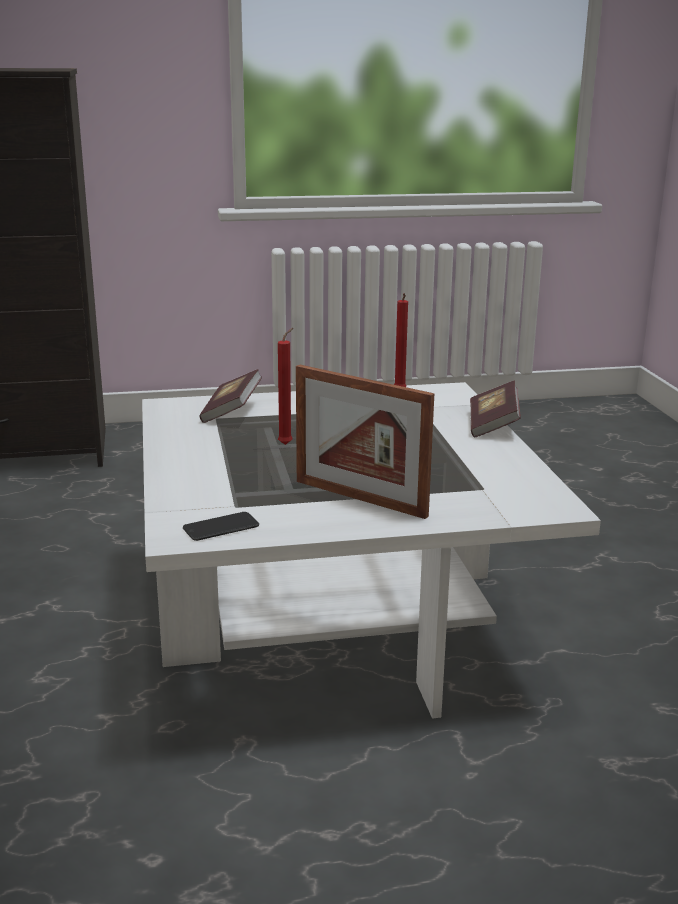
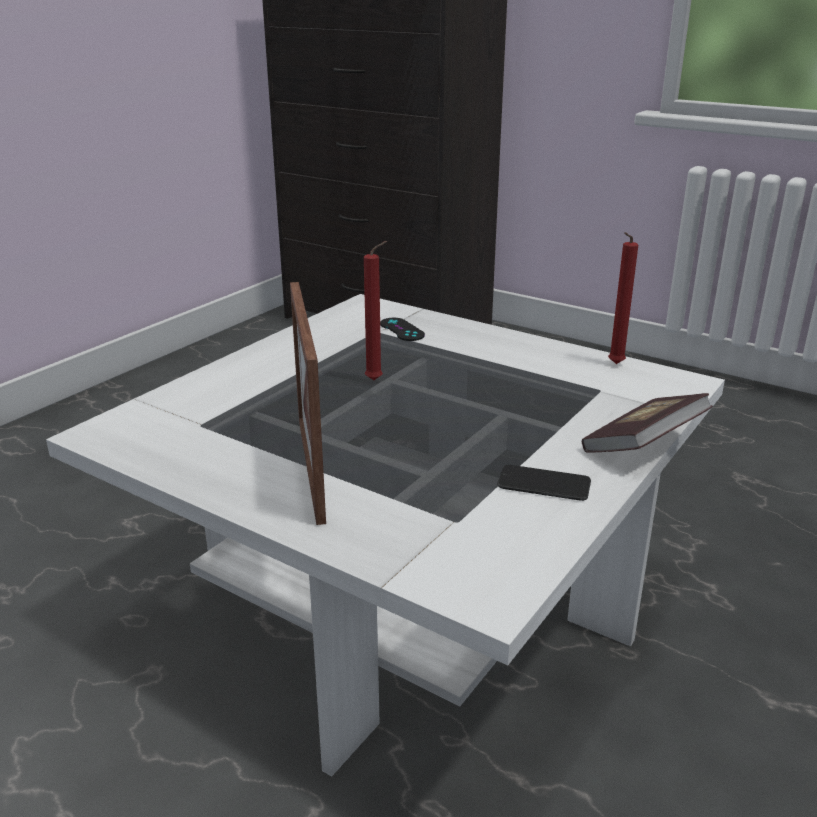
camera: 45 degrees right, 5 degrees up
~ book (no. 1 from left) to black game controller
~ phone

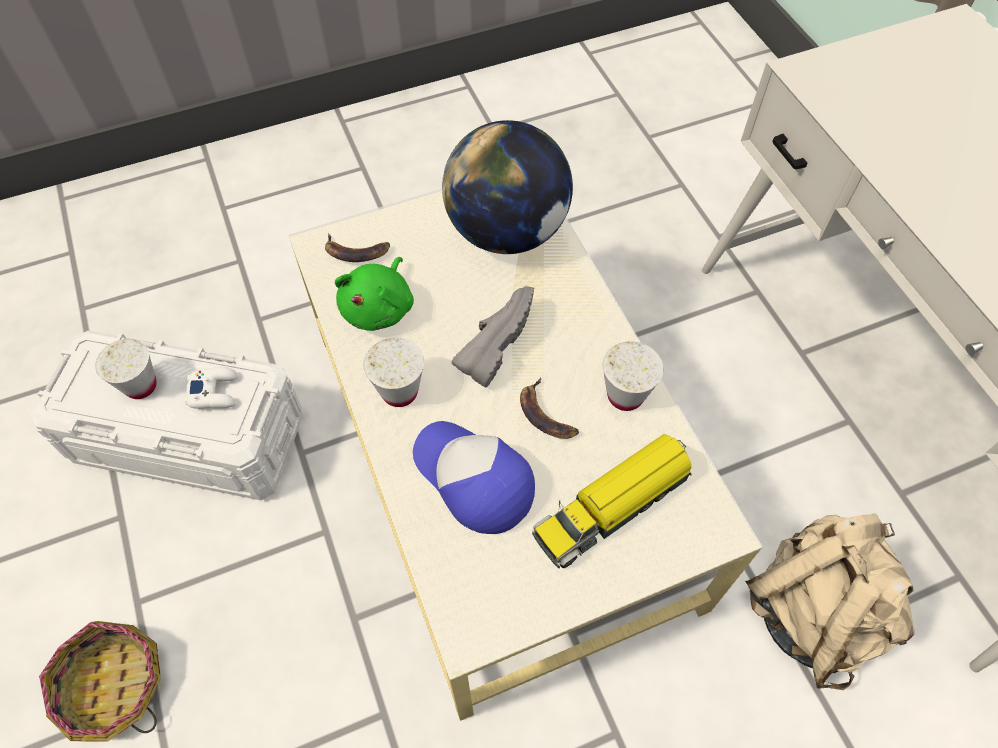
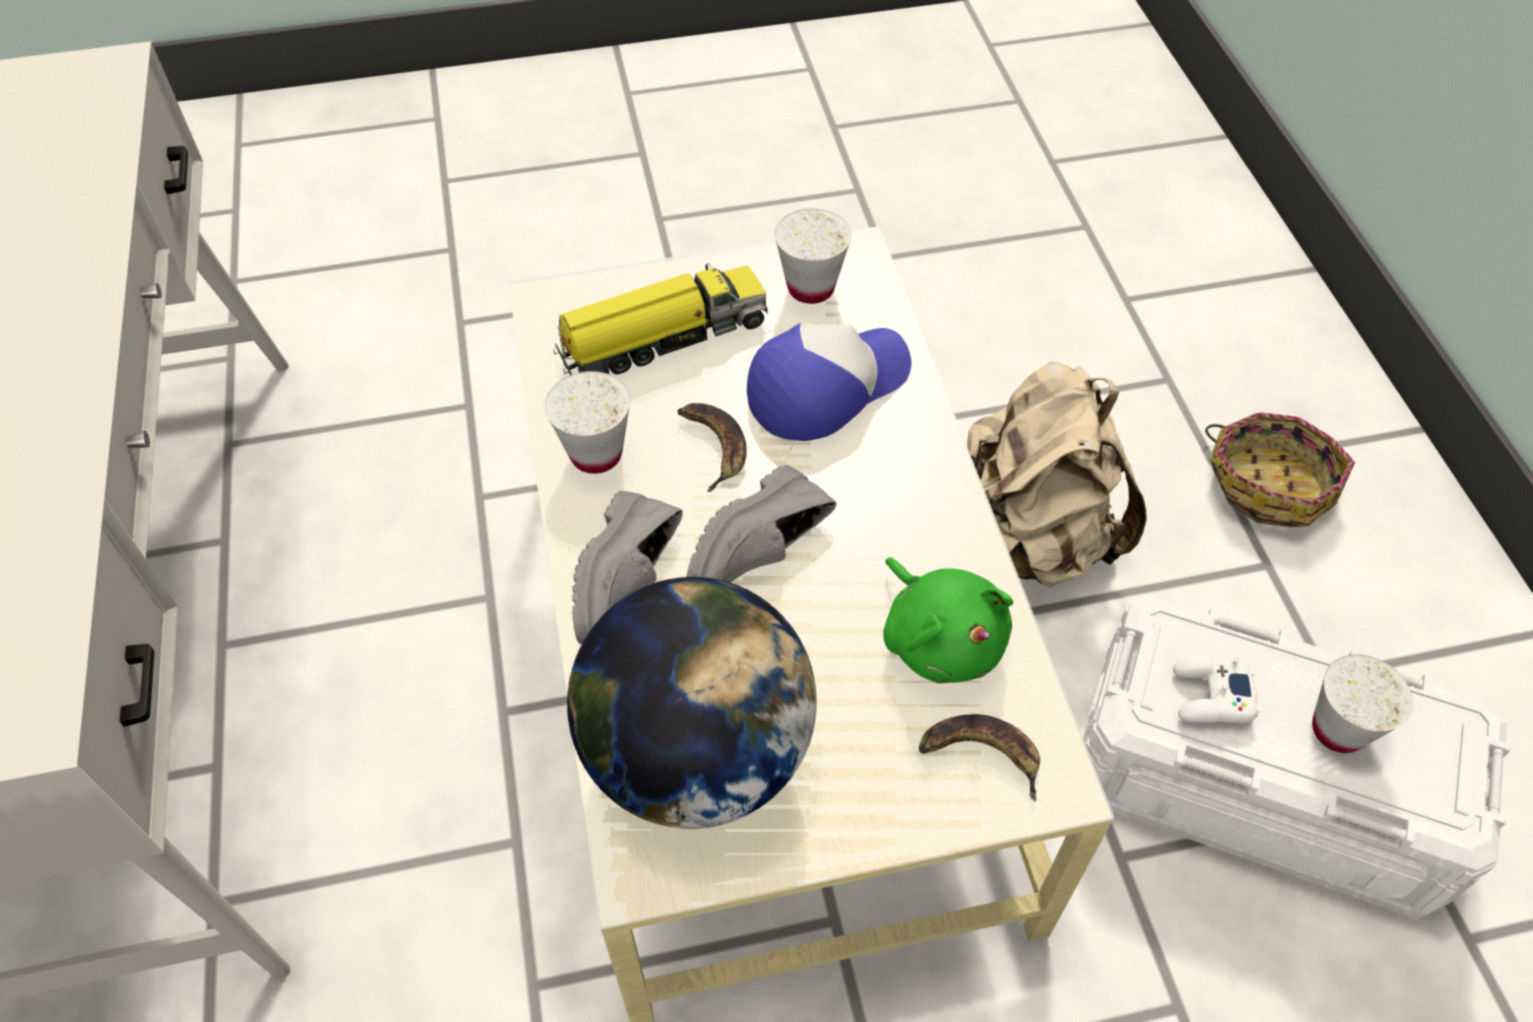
camera: 170 degrees left, 5 degrees down
~ green plush toy 120 degrees clockwise
~ white cup (no. 2 from left)
~ cap 90 degrees counterclockwise
~ beige backpack
+ grey shoe (no. 1 from left)

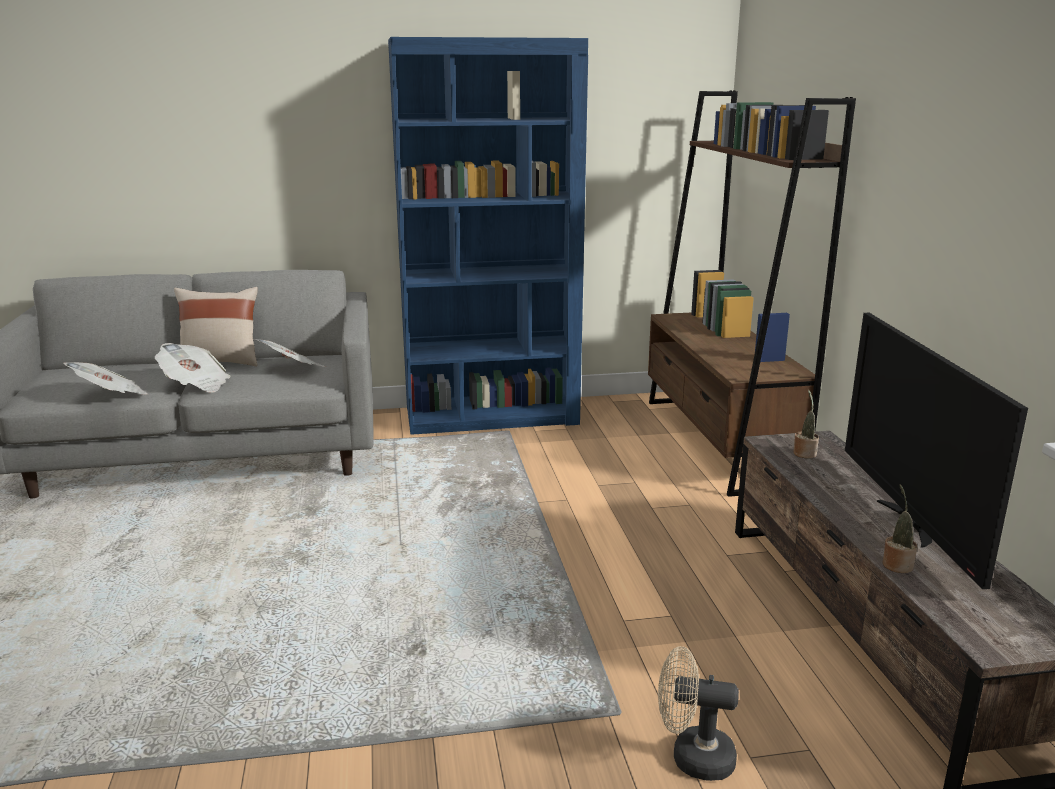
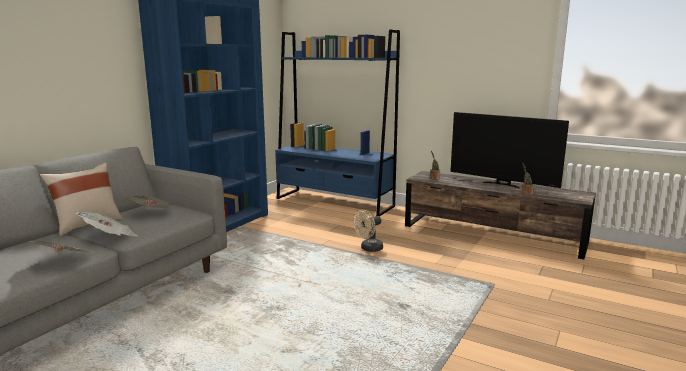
camera: 50 degrees left, 5 degrees down
~ brown bookcase to blue bookcase (no. 2 from left)
~ beige fan

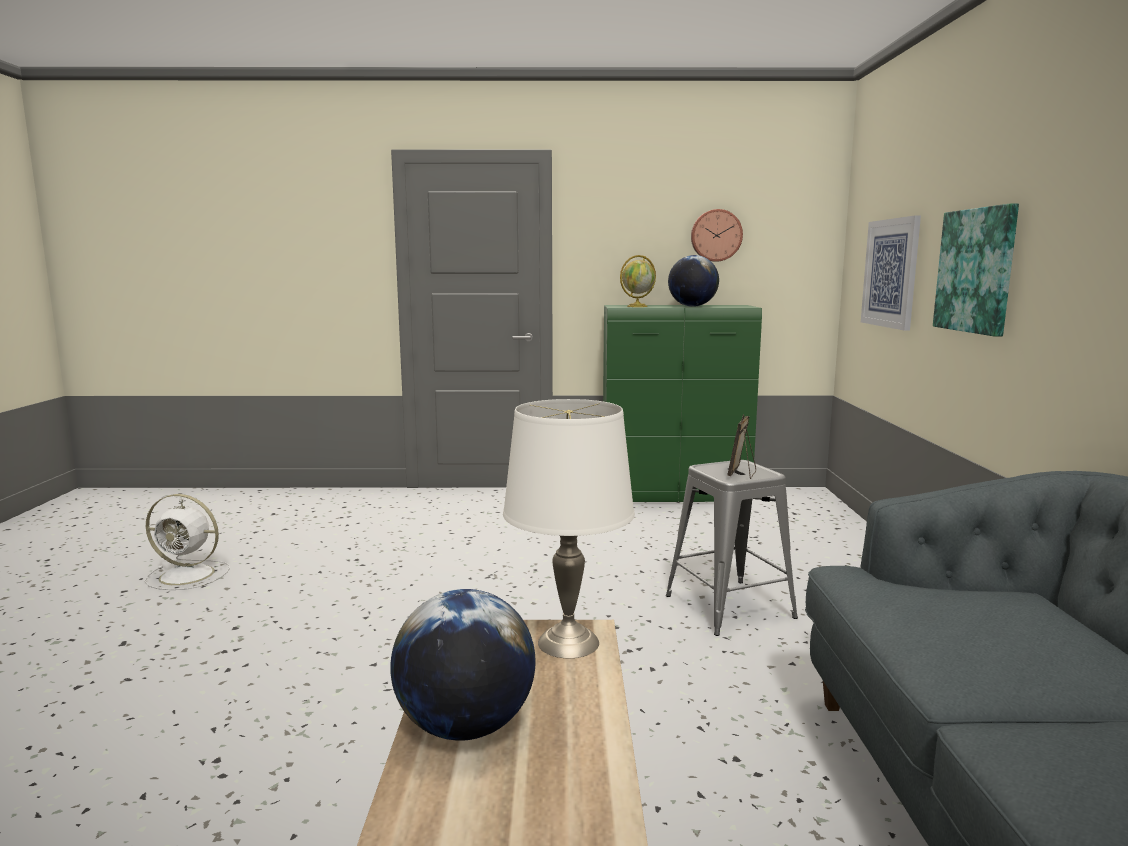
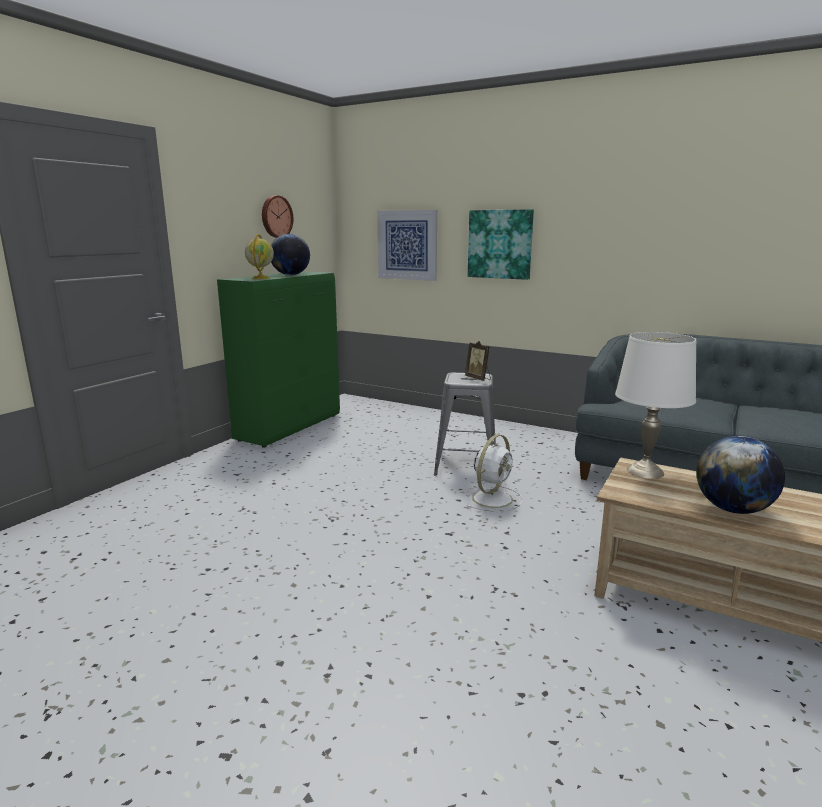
camera: 60 degrees left, 5 degrees up
~ white fan

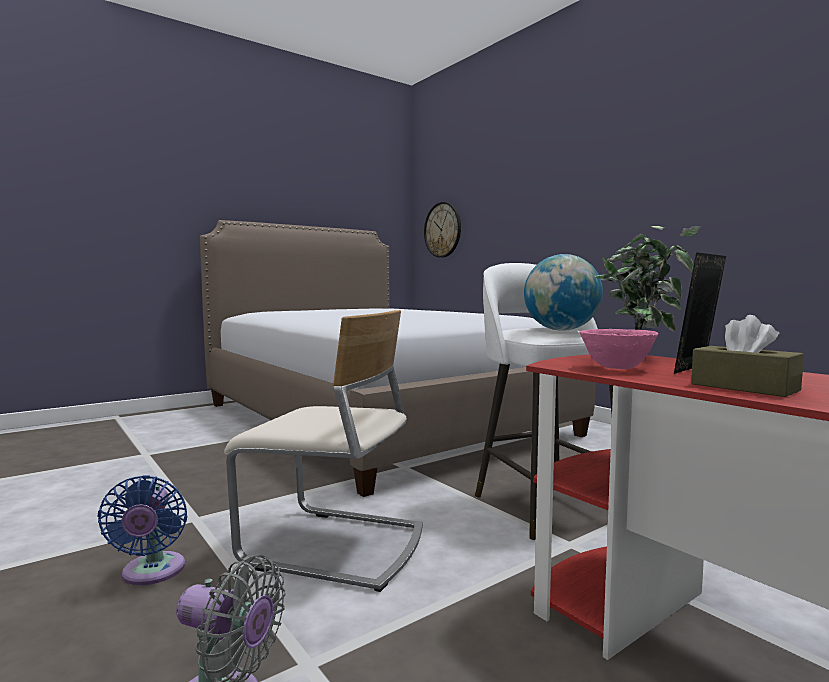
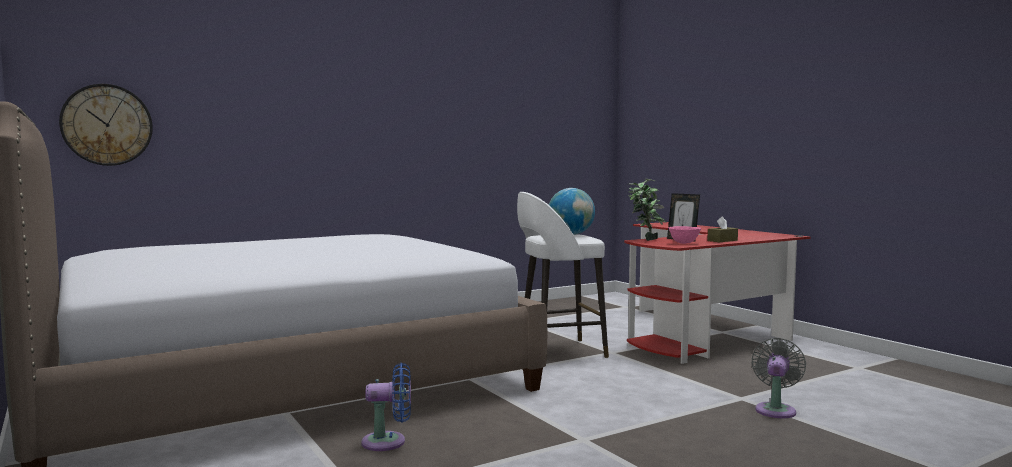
camera: 85 degrees left, 0 degrees up
- beige chair
~ blue fan

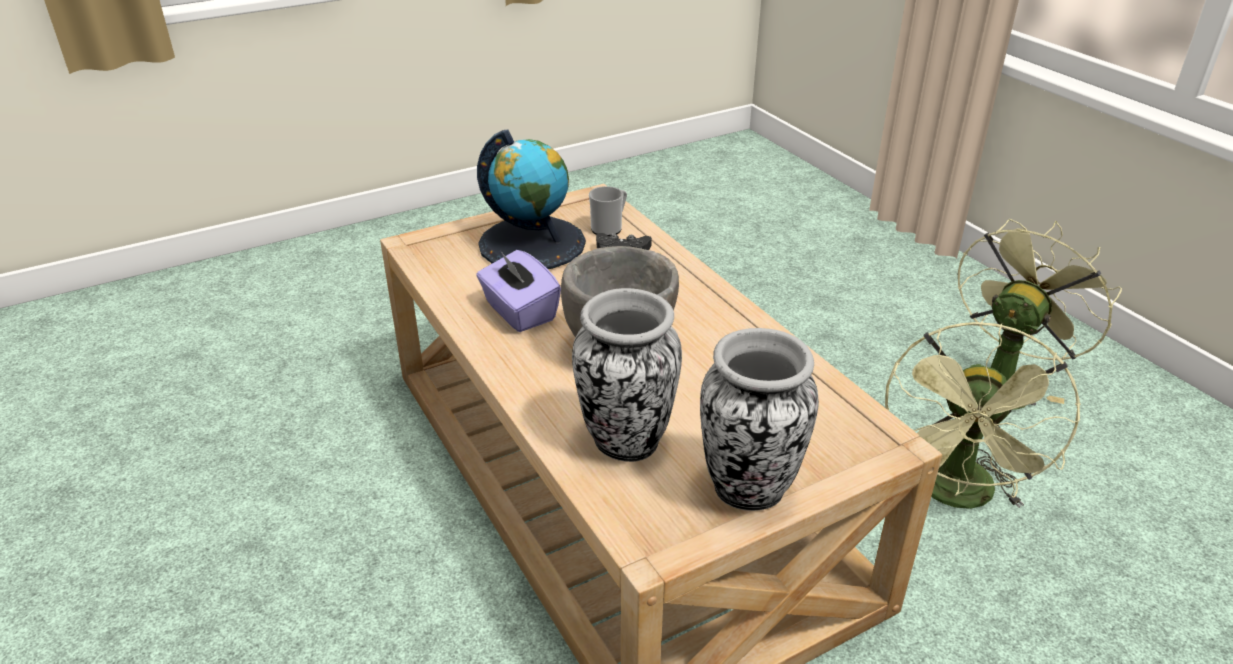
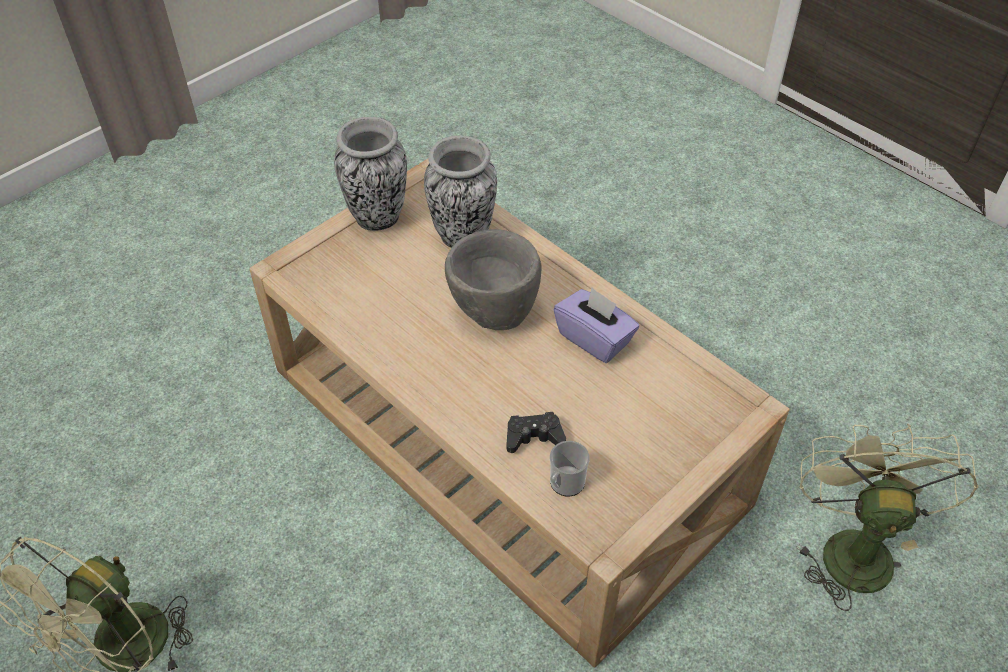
camera: 165 degrees right, 15 degrees up
- globe
~ green fan (no. 1 from left in the first image) to green fan (no. 2 from left)

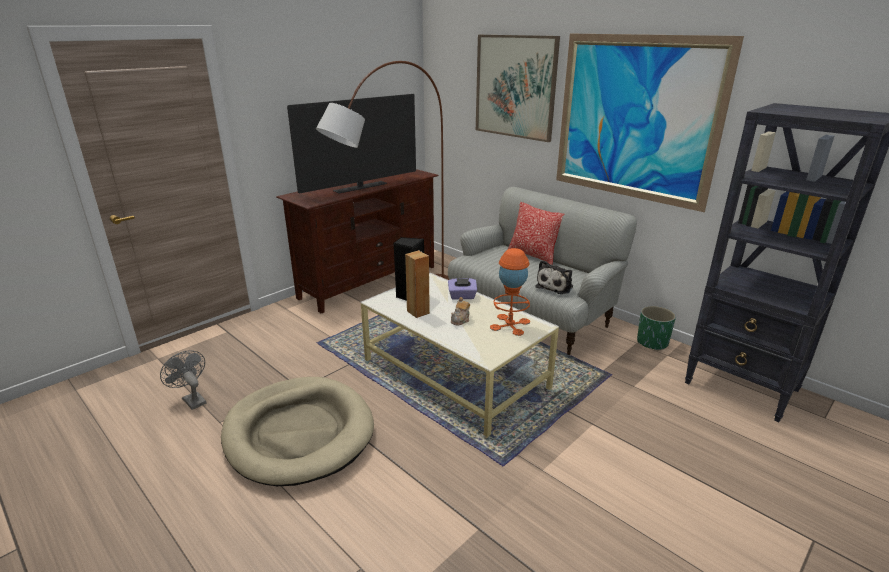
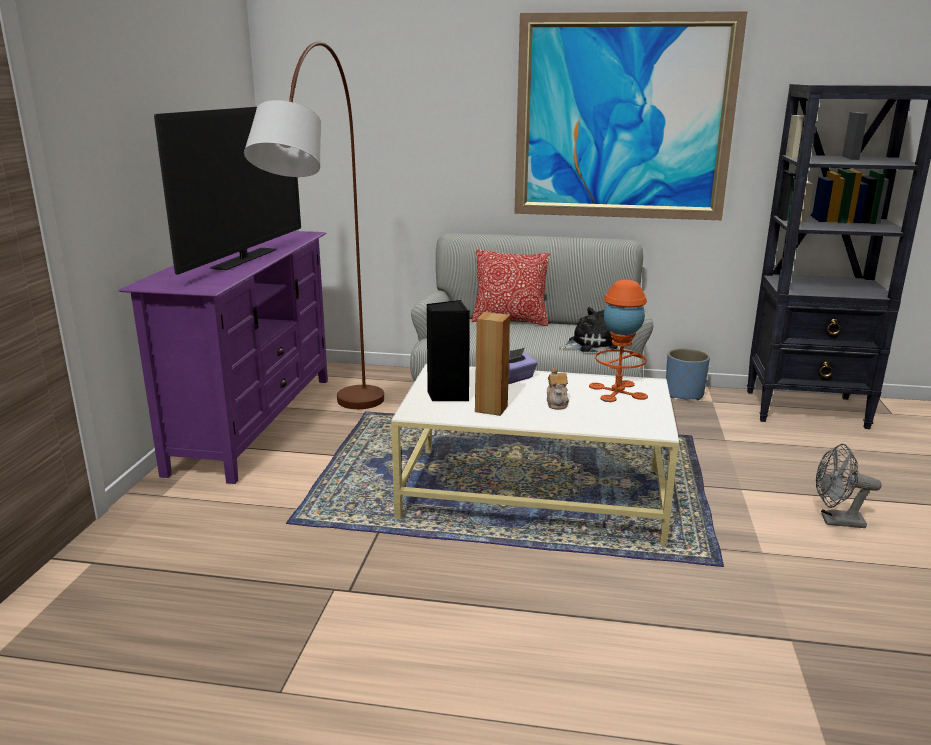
camera: 35 degrees left, 5 degrees down
- picture (no. 1 from left)
~ brown tv stand to purple tv stand
~ plush toy 105 degrees counterclockwise
~ green planter to blue planter
~ grey fan
- beige dog bed

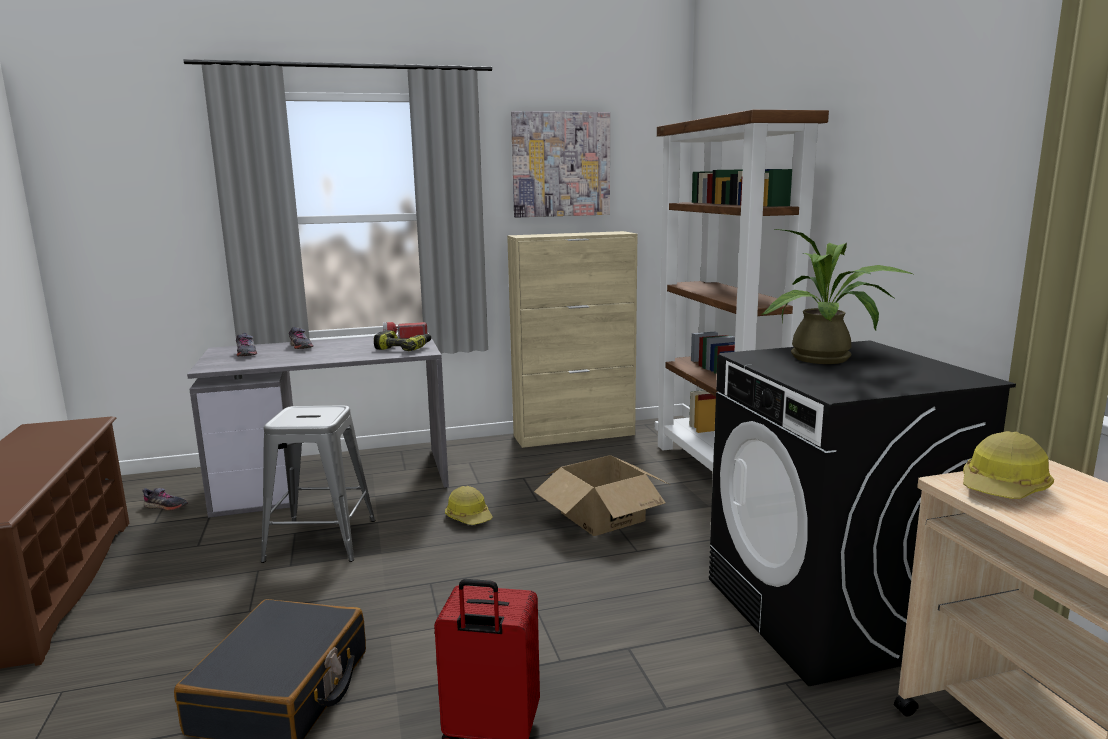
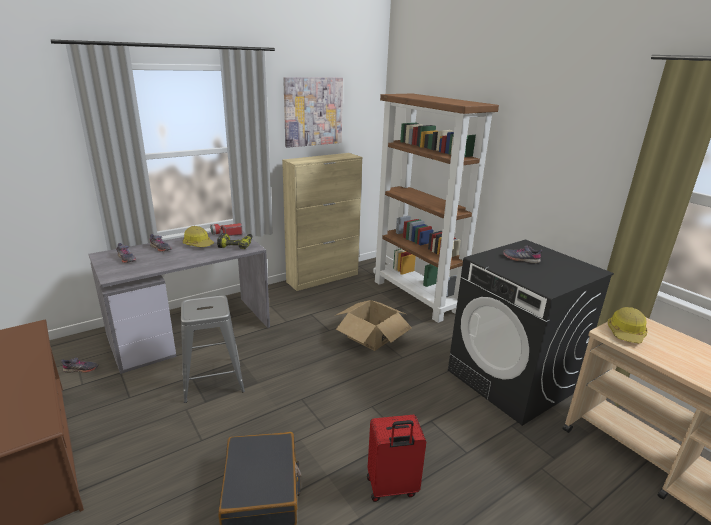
camera: 20 degrees left, 10 degrees up
~ potted plant to grey shoe (no. 4 from left)
~ hard hat (no. 1 from left)

